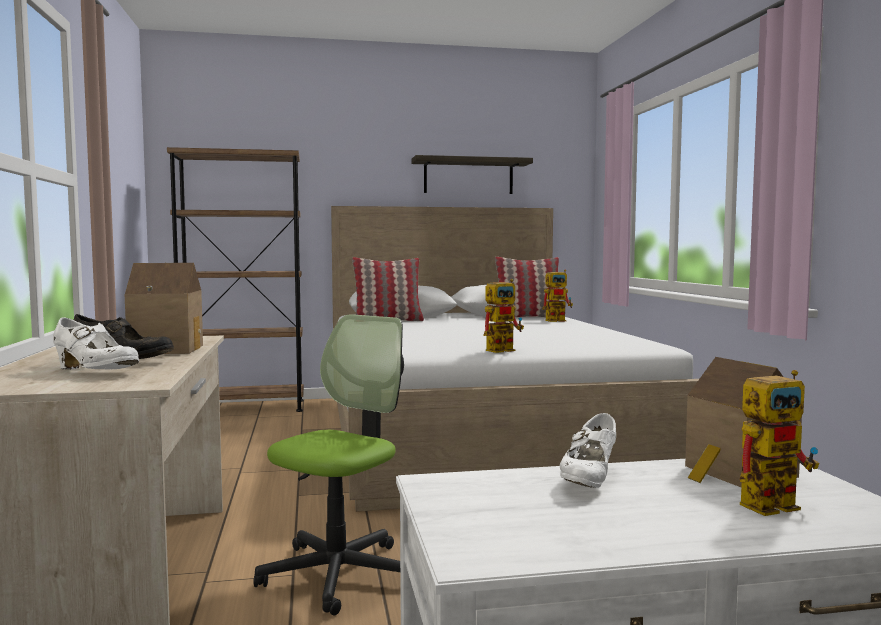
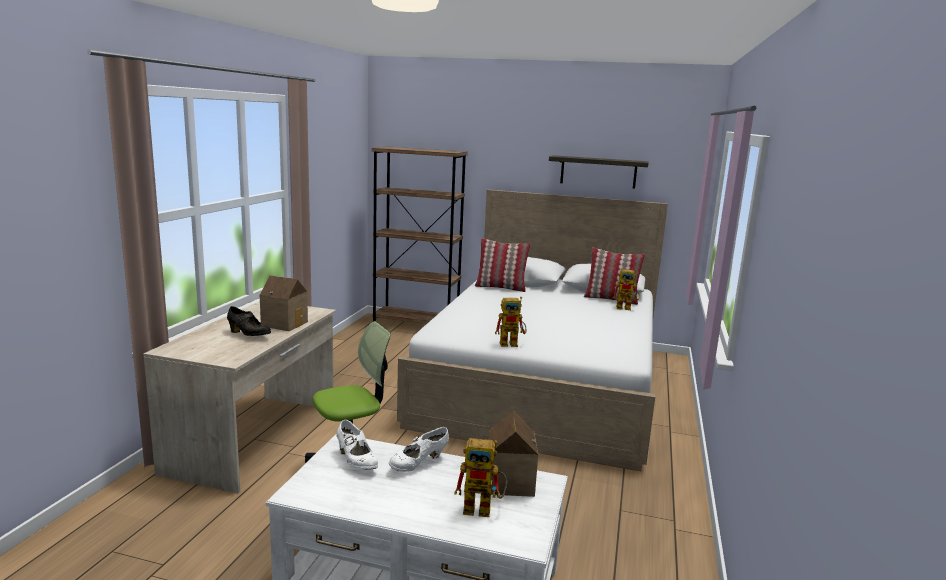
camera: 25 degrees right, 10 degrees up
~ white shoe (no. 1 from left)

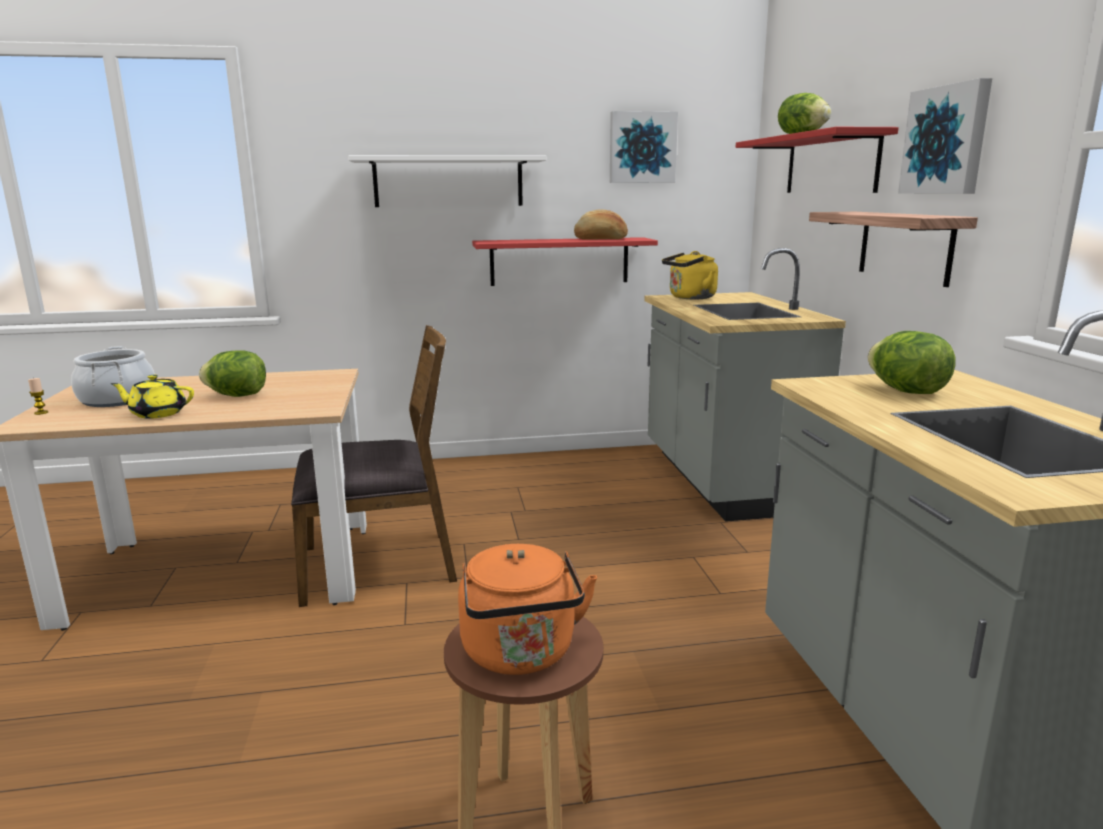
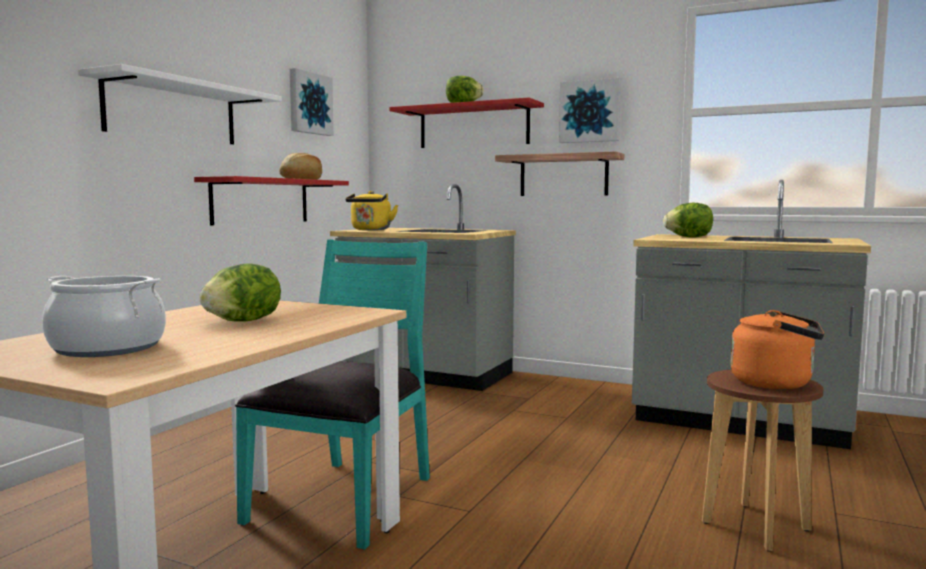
camera: 55 degrees left, 10 degrees down
~ brown chair to turquoise chair
- yellow teapot
- candle

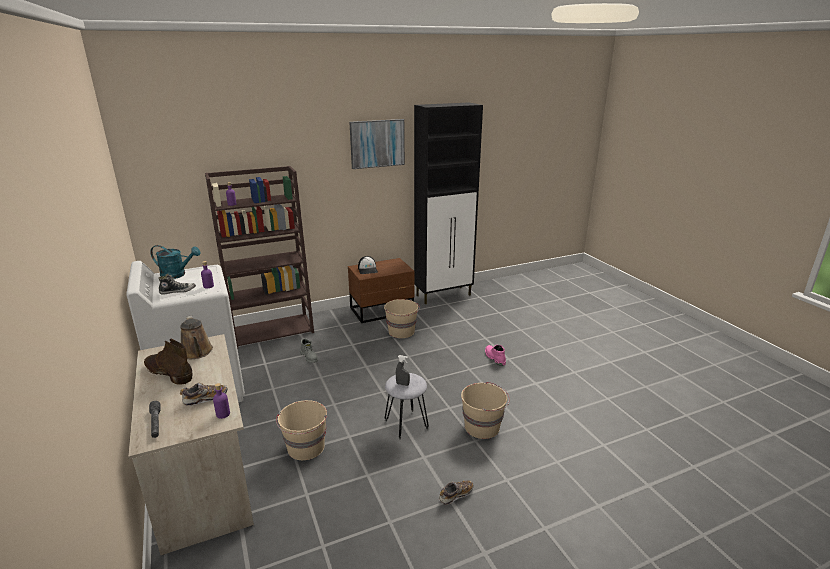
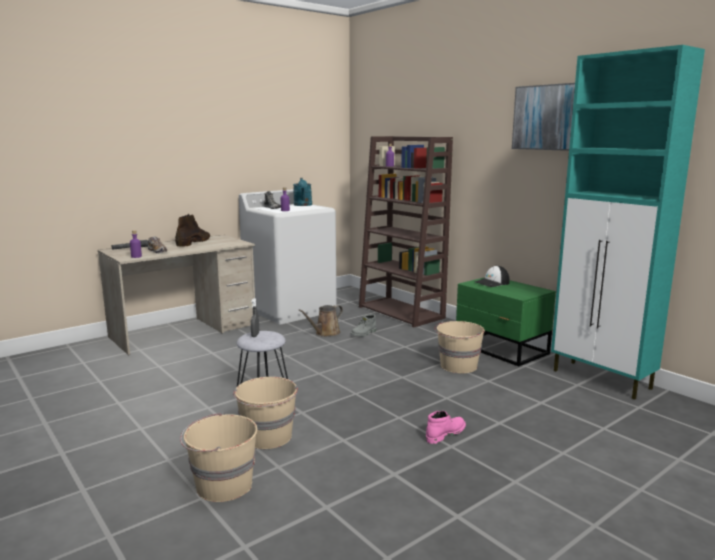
camera: 75 degrees right, 10 degrees down
~ black cabinet to turquoise cabinet
~ brown nightstand to green nightstand
~ brown watering can
~ beige bucket (no. 1 from left)
- shoe (no. 3 from left)

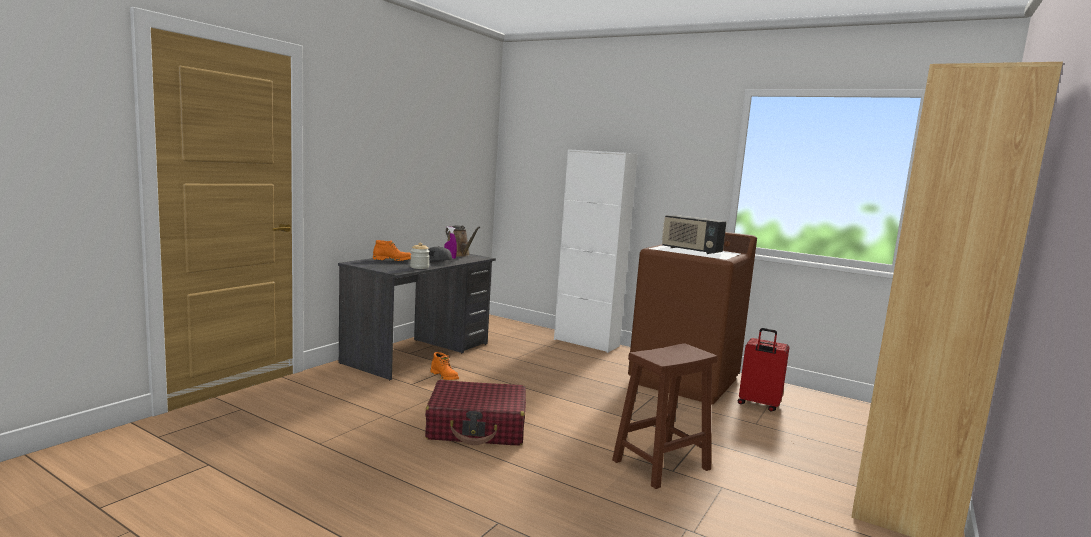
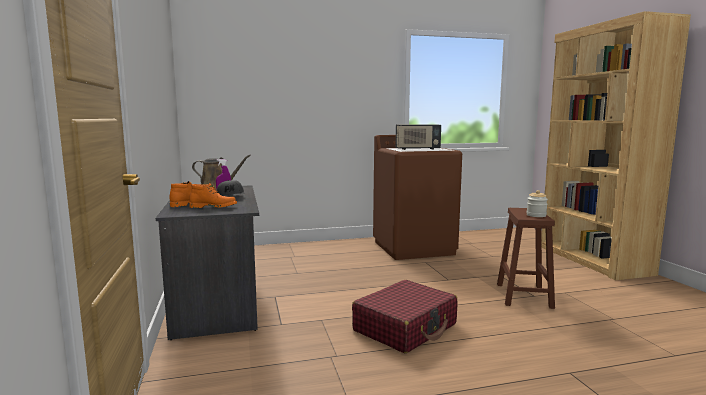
camera: 45 degrees left, 0 degrees up
- white cabinet
~ jar
- red suitcase (no. 2 from left)
~ orange boot (no. 2 from left)

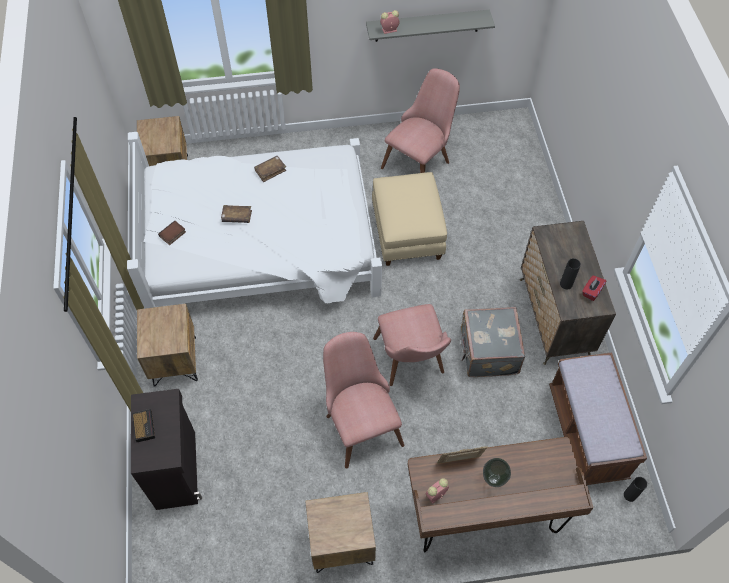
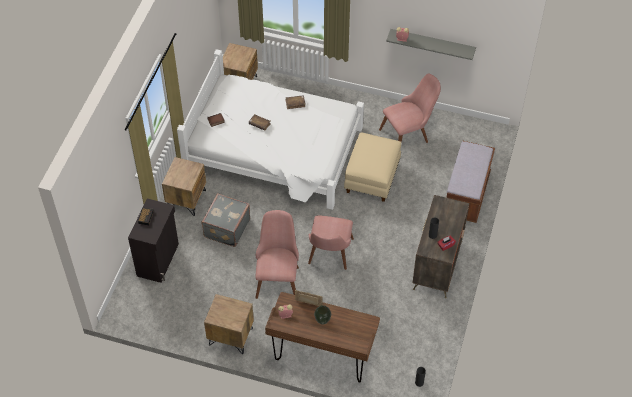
camera: 25 degrees right, 5 degrees down
~ grey suitcase
~ brown bench

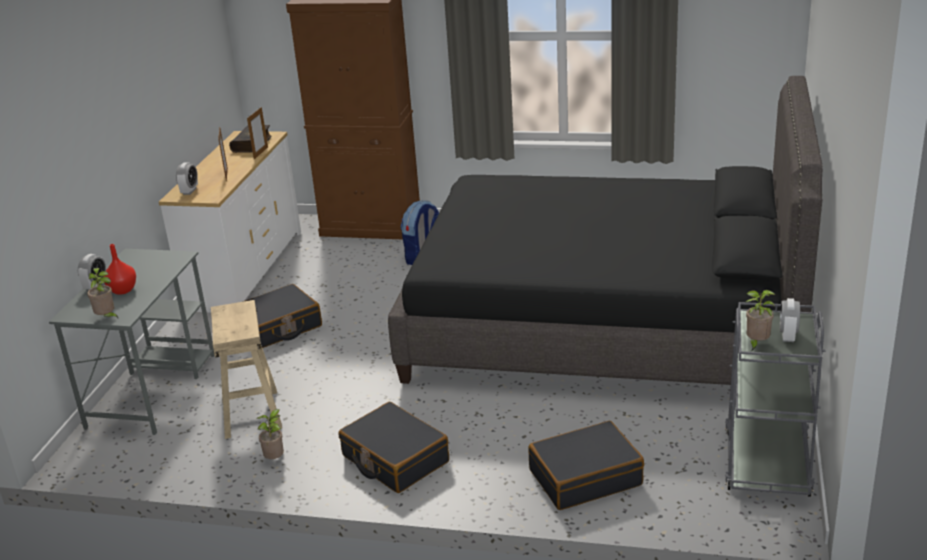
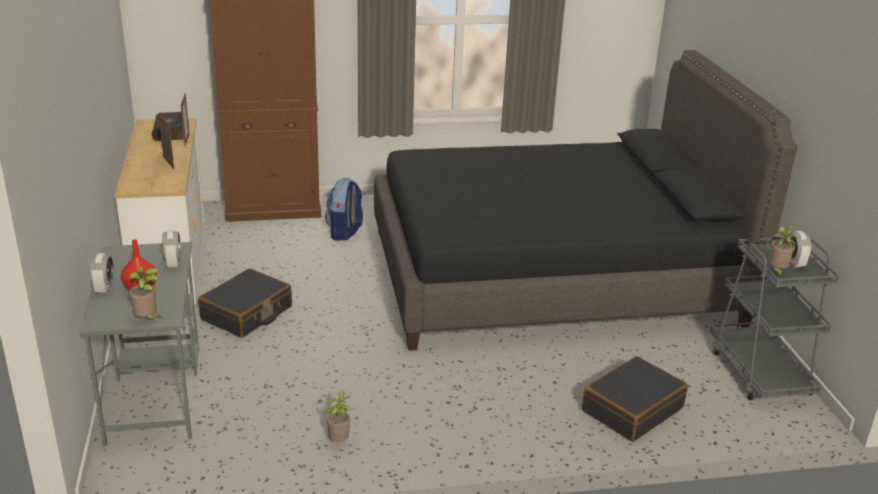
camera: 25 degrees left, 0 degrees up
~ alarm clock (no. 2 from left)
- beige stool
- black suitcase (no. 2 from left)

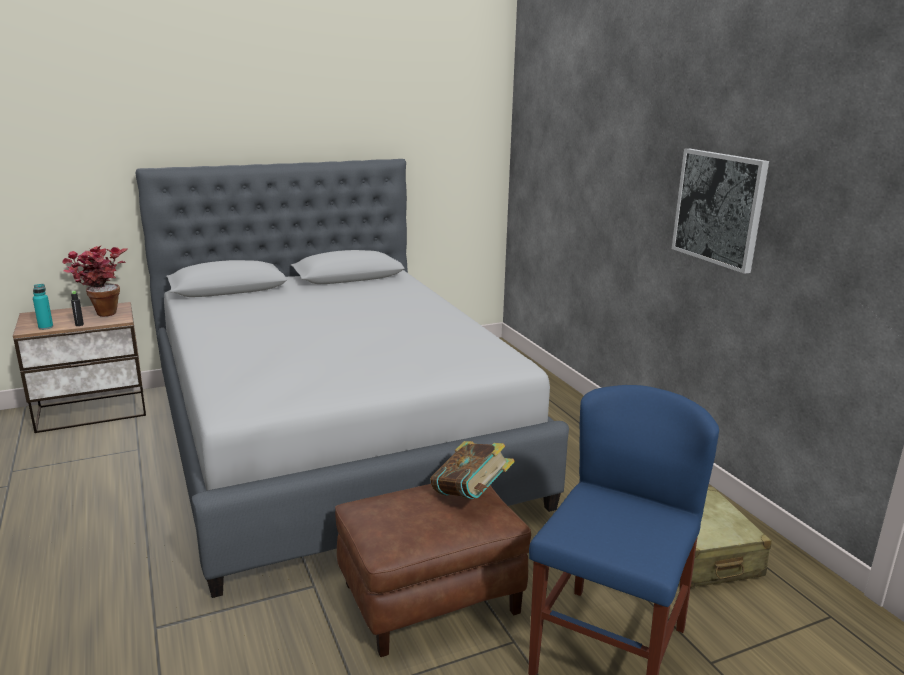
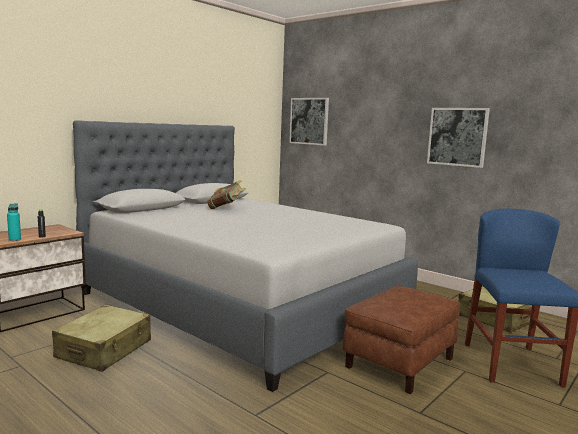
camera: 25 degrees left, 10 degrees down
- potted plant
~ book
+ picture (no. 1 from left)
+ beige suitcase (no. 1 from left)

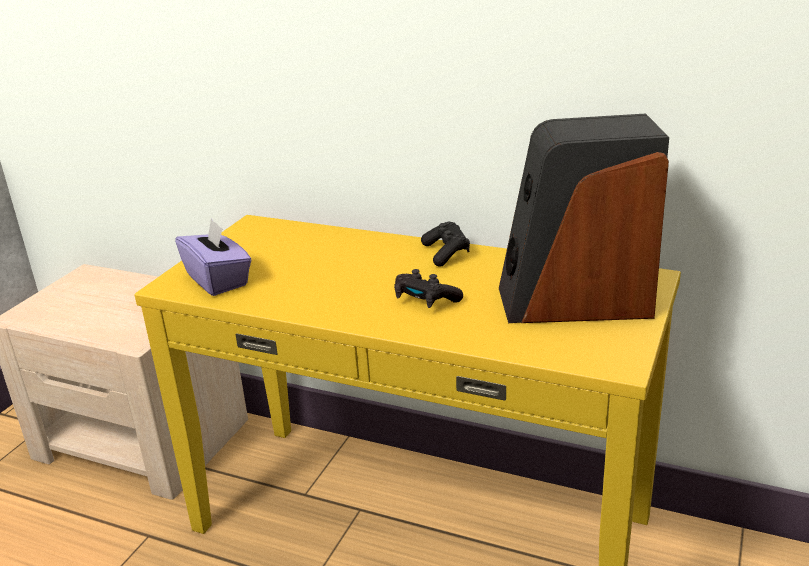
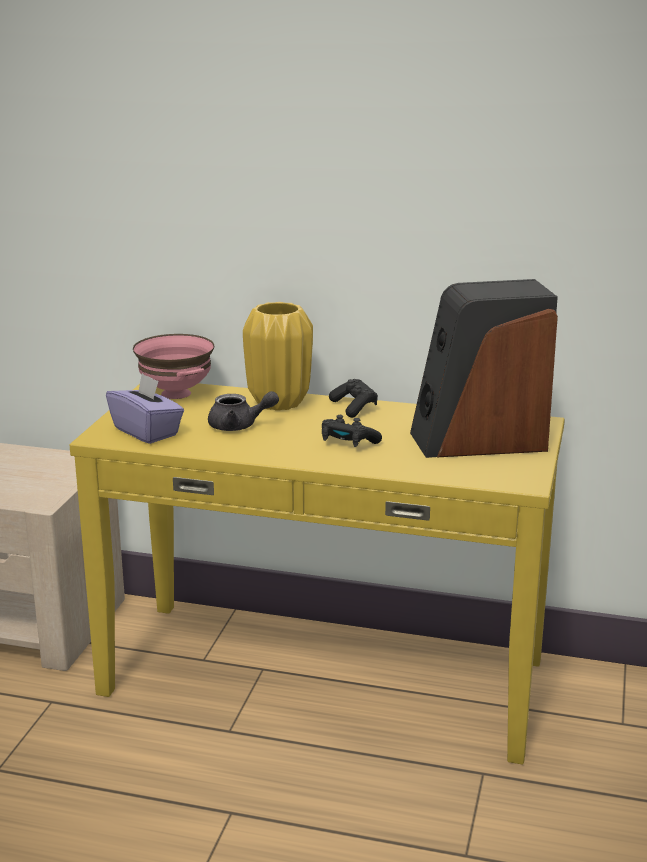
camera: 10 degrees left, 5 degrees down
+ yellow vase
+ pink bowl
+ grey teapot

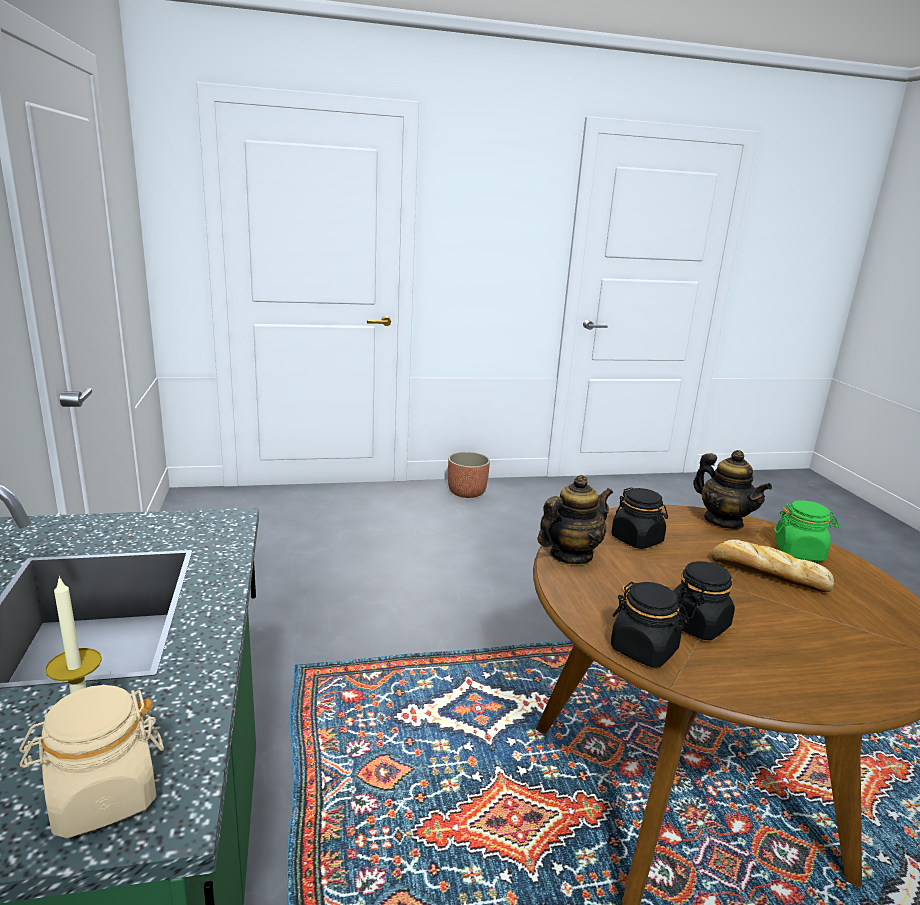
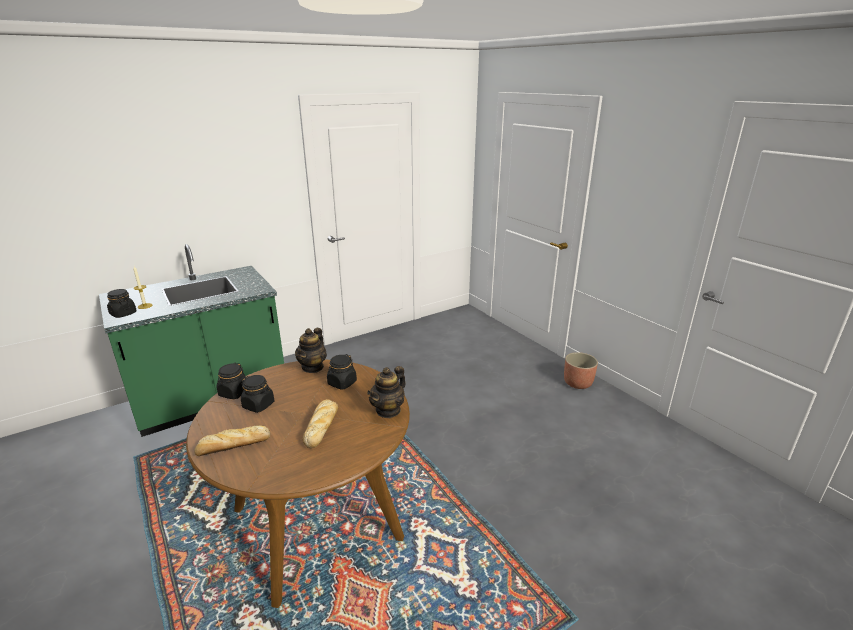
camera: 70 degrees right, 5 degrees up
~ teapot (no. 1 from left) 75 degrees clockwise
- green jar
~ beige jar to black jar (no. 1 from left)
+ bread (no. 1 from left)

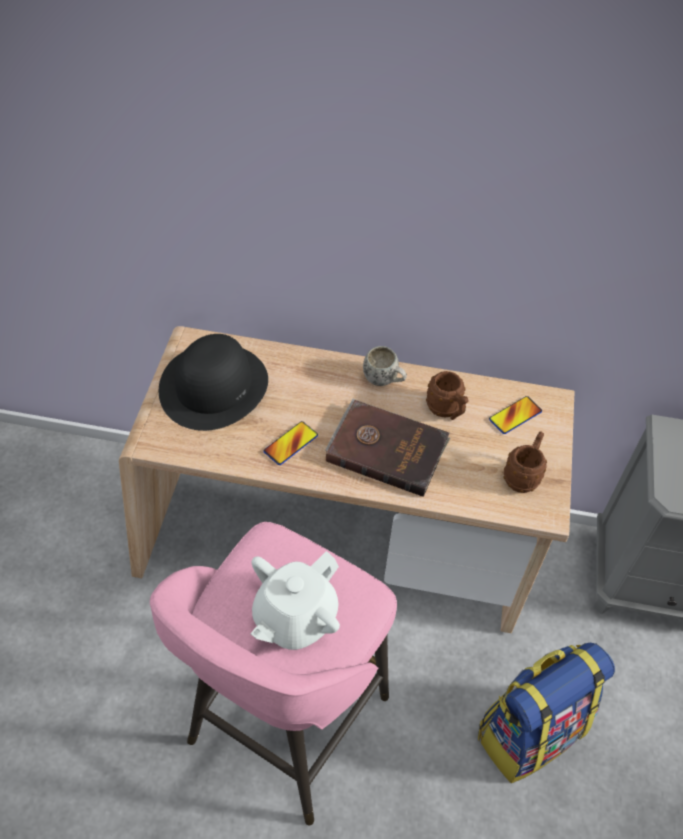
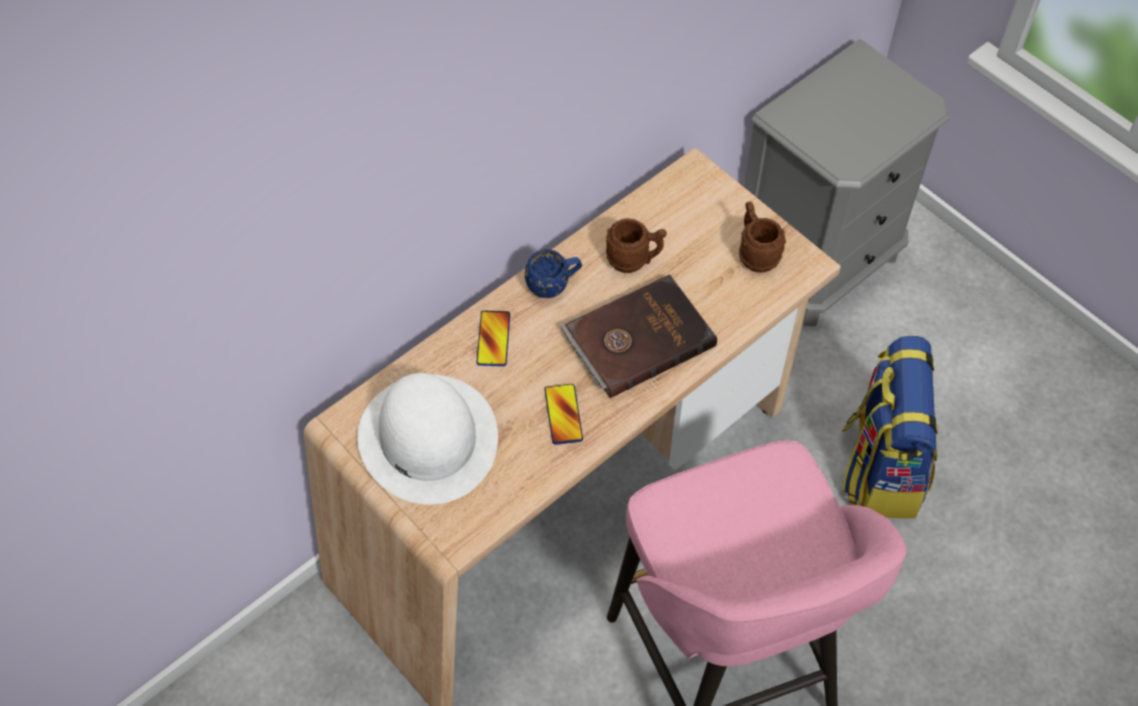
camera: 50 degrees left, 5 degrees up
~ black hat to white hat
~ white mug to blue mug
~ phone (no. 2 from left in the first image) to phone (no. 1 from left)
- white teapot

